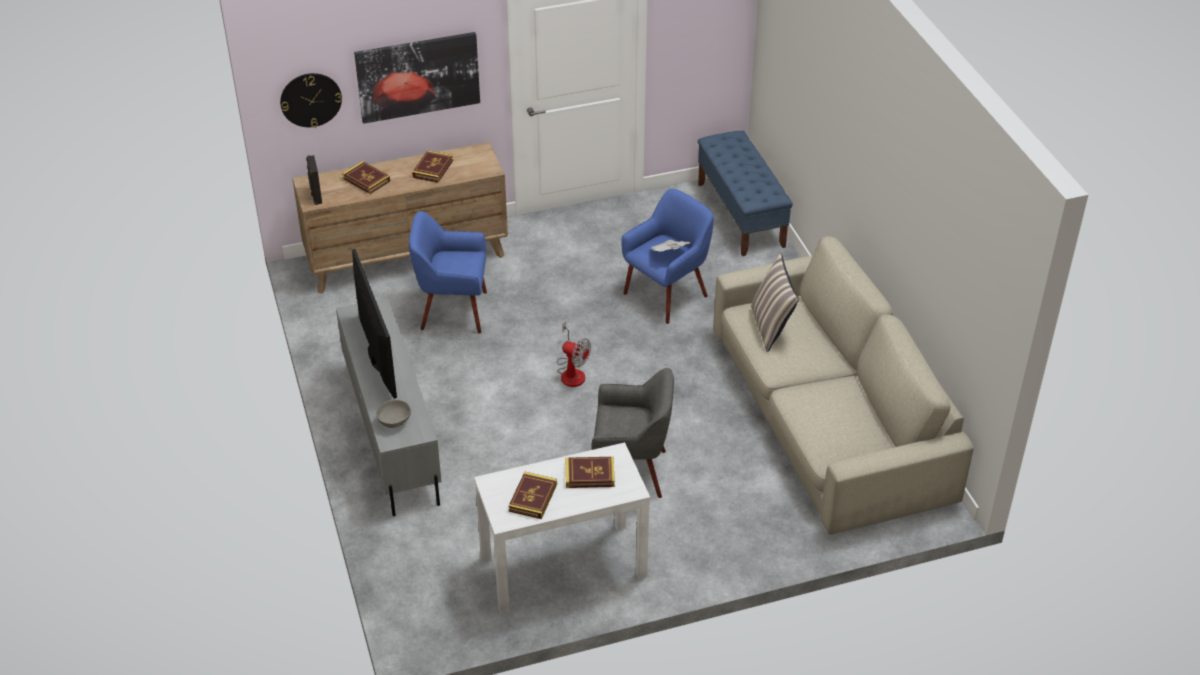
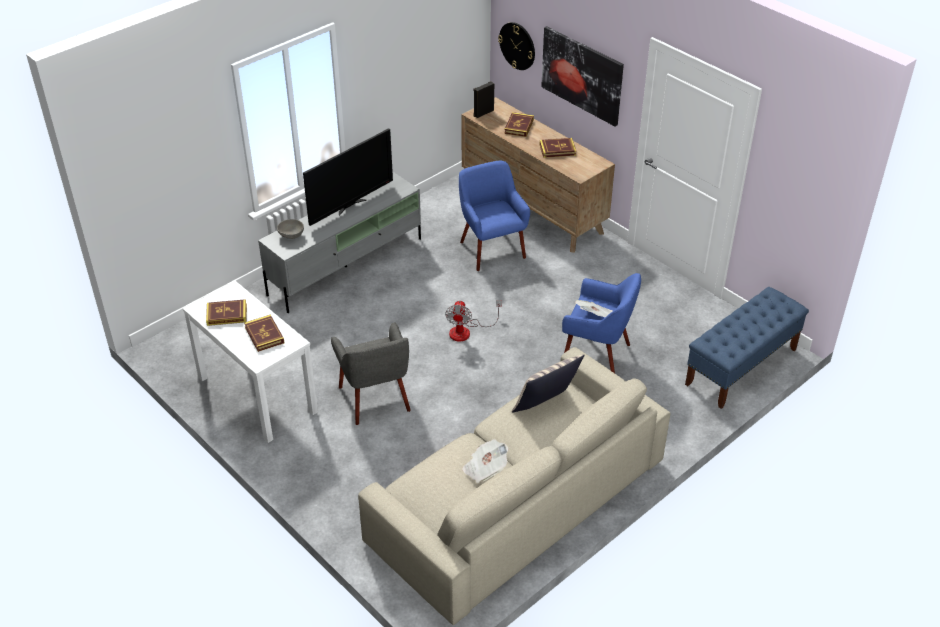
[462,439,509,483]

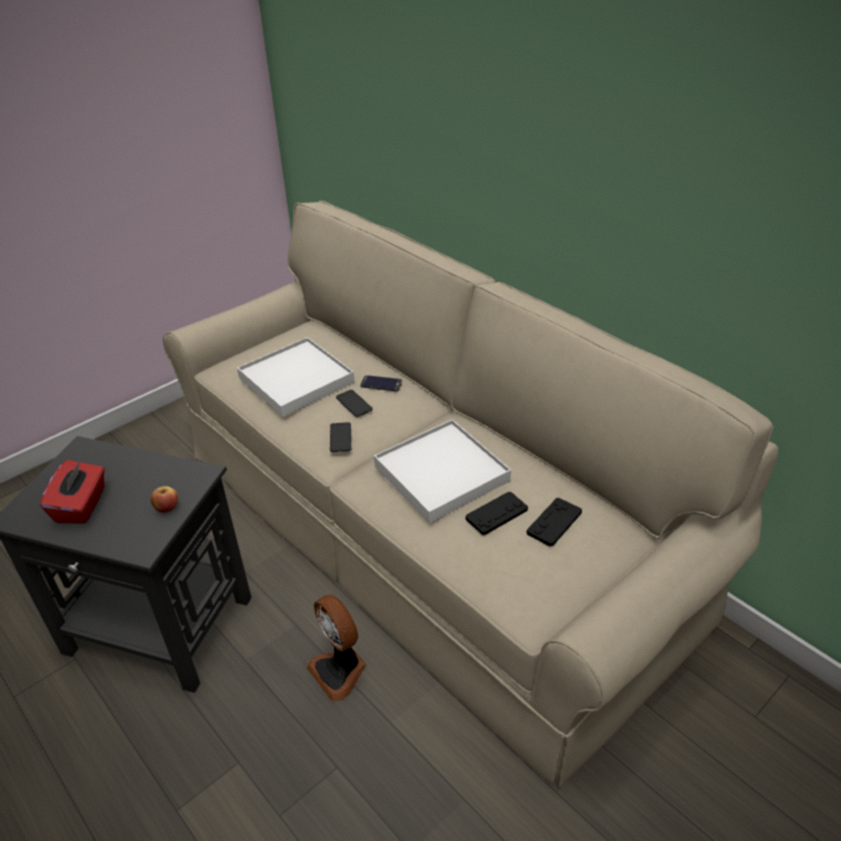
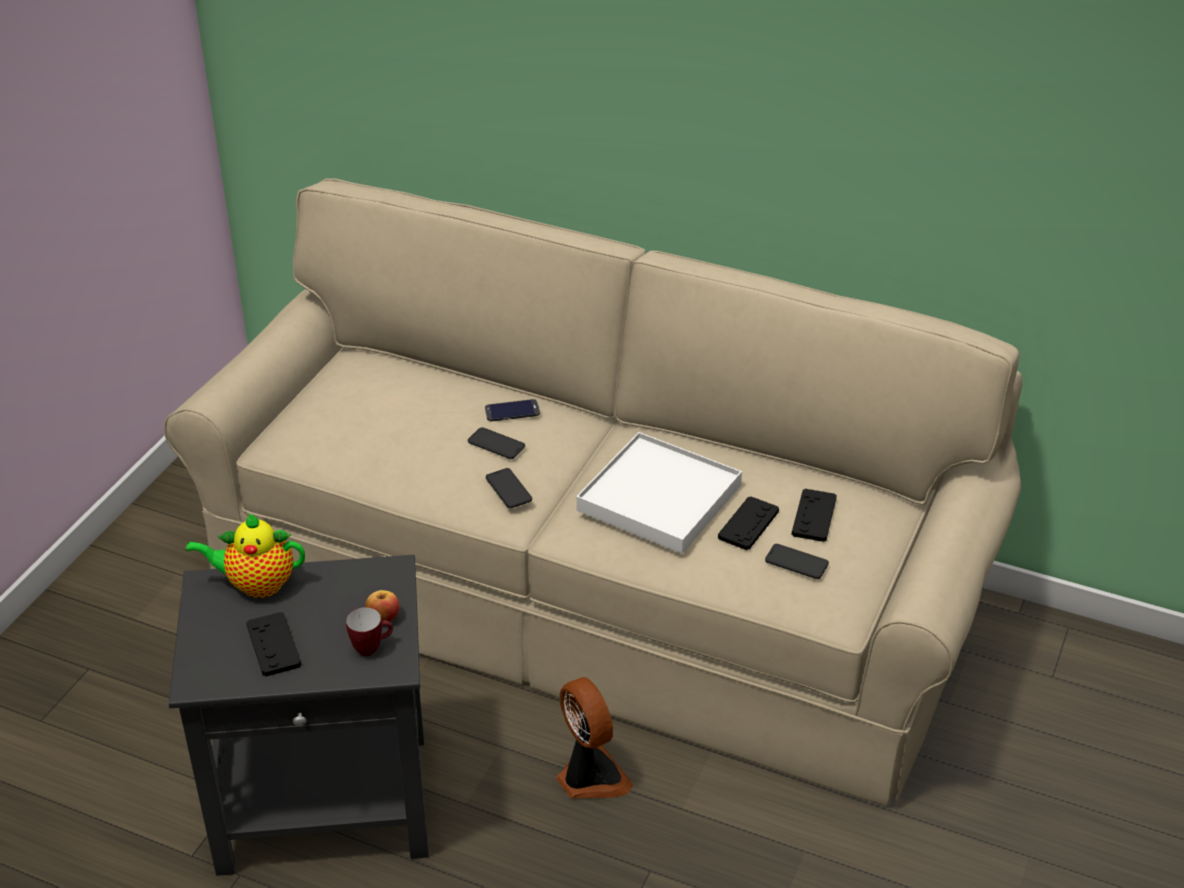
[246,612,302,677]
[237,337,355,417] (first image)
[556,677,633,798]
[185,513,305,598]
[346,607,393,656]
[765,544,829,579]

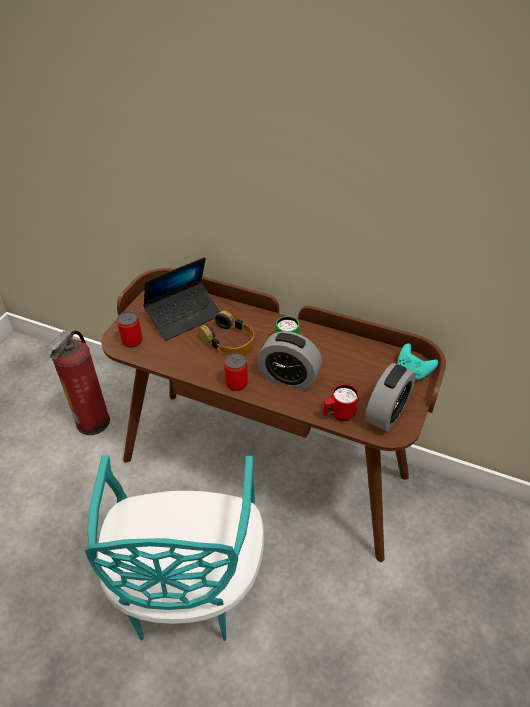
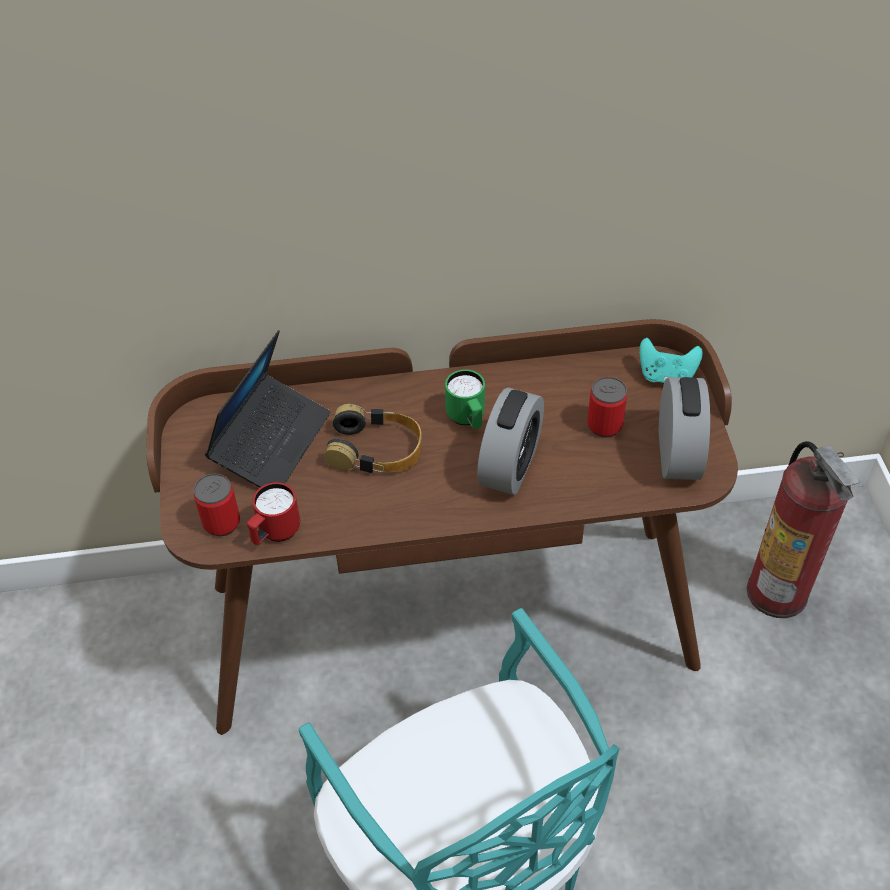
[747,441,860,618]
[587,377,627,437]
[477,388,544,495]
[247,482,300,545]

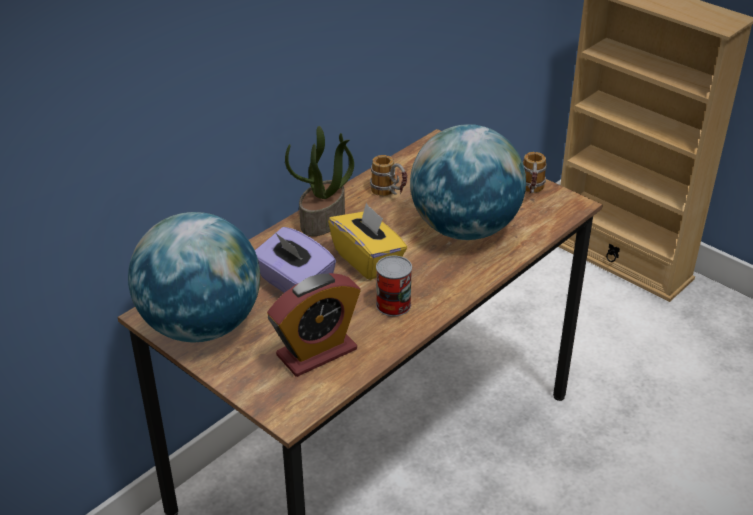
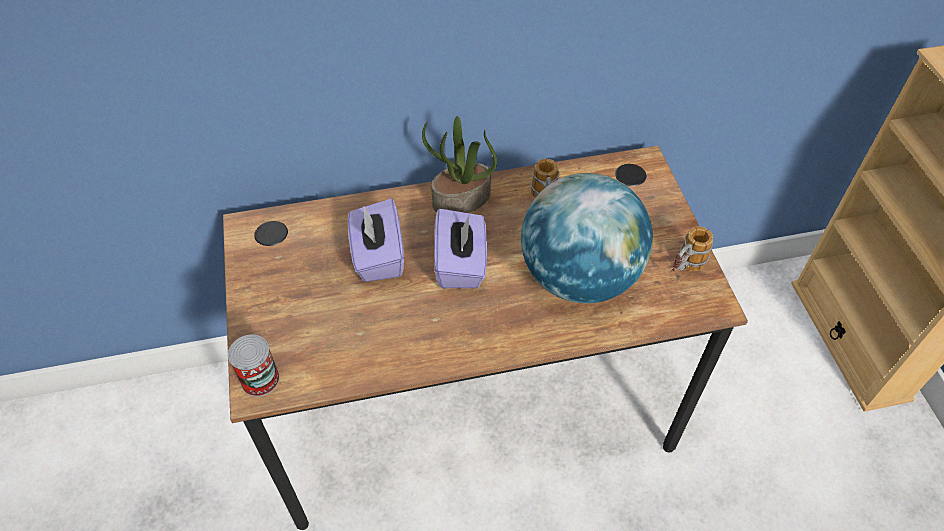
[128,212,260,343] (first image)
[267,273,361,377] (first image)
[434,209,487,288]
[228,334,280,397]

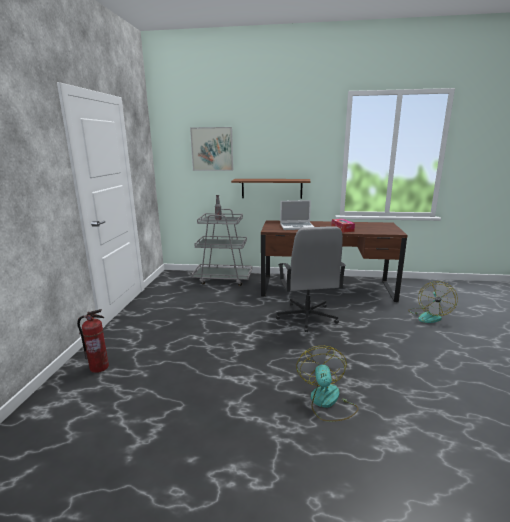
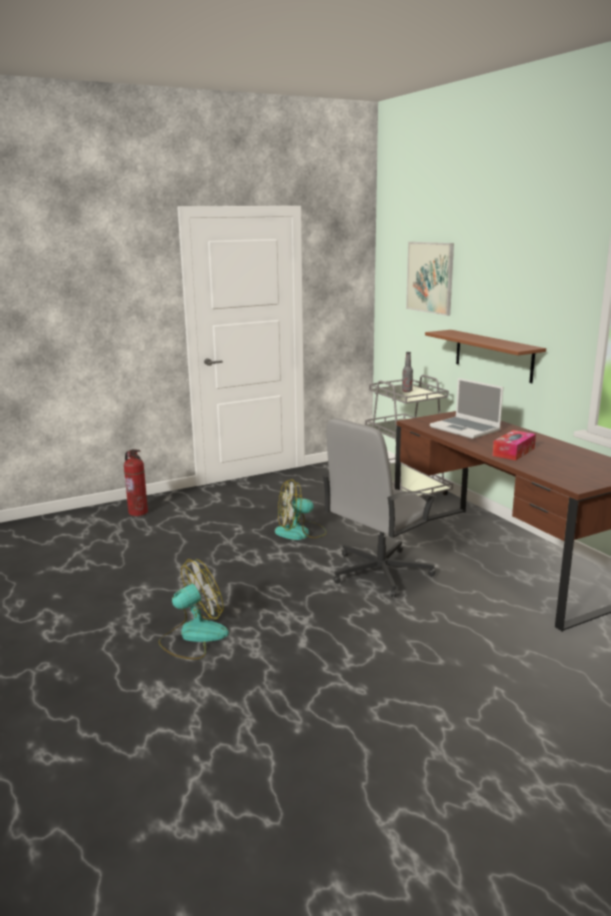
[275,479,327,540]

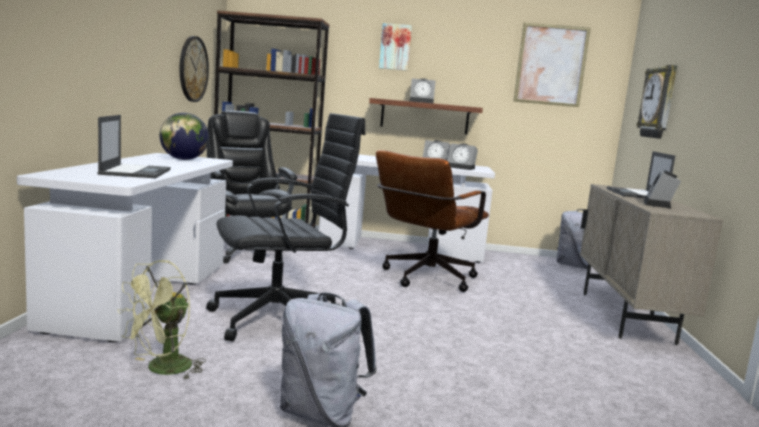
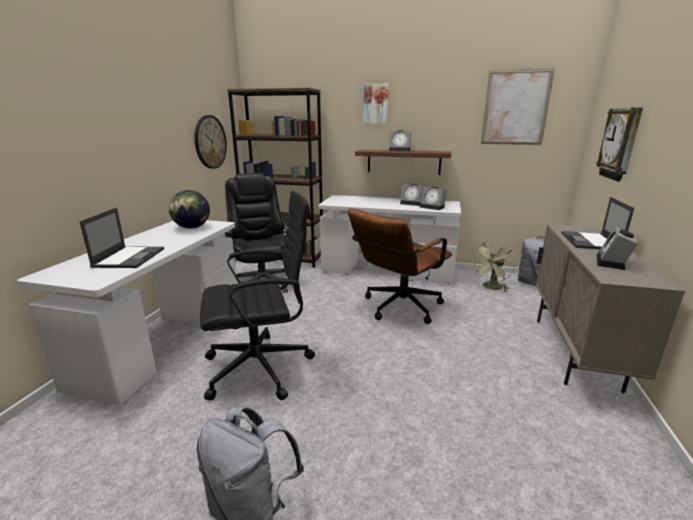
[471,240,515,292]

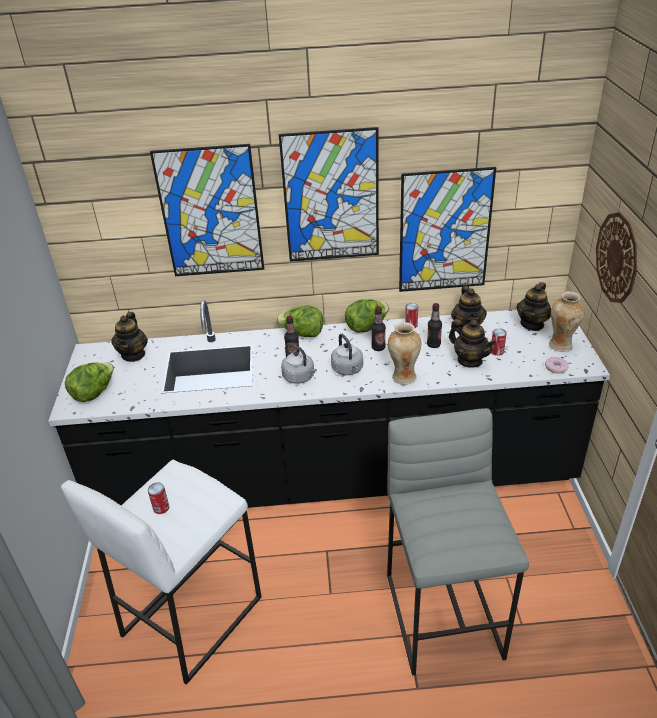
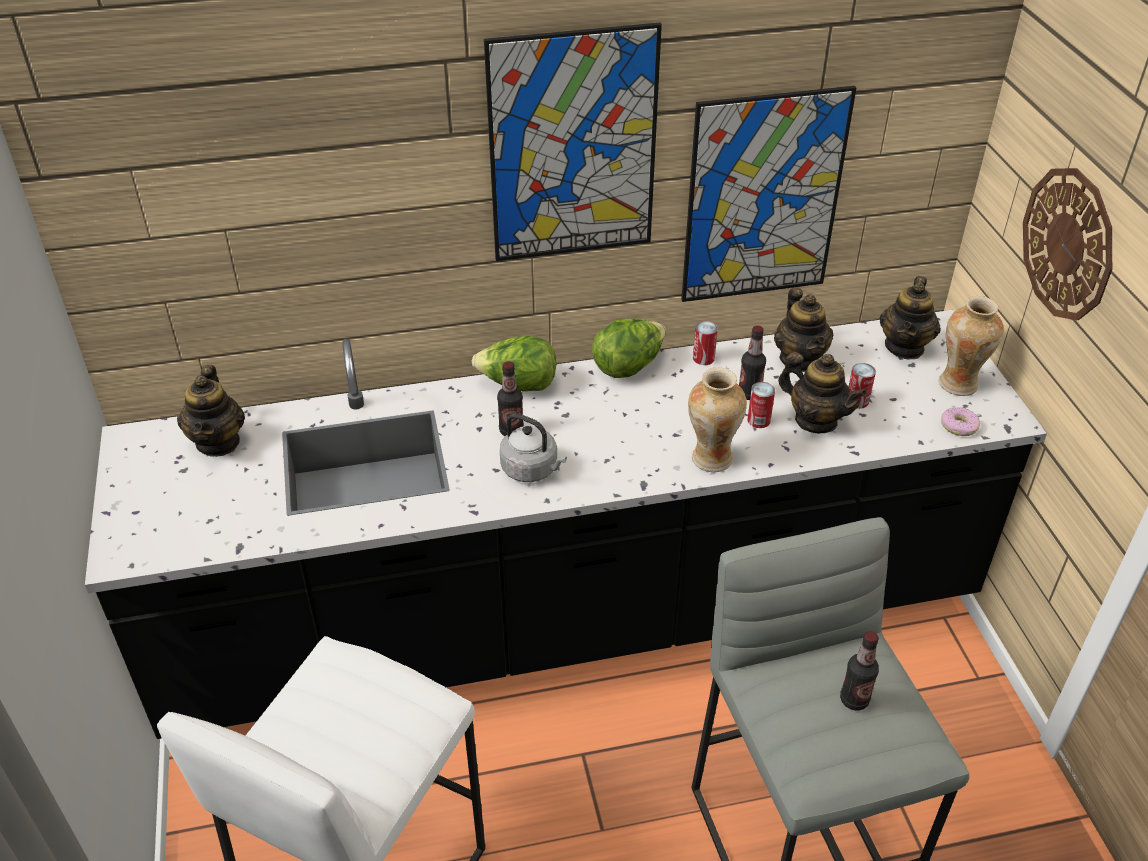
[65,362,114,402] (first image)
[747,382,775,428]
[150,144,264,276] (first image)
[331,334,363,375] (first image)
[840,631,879,710]

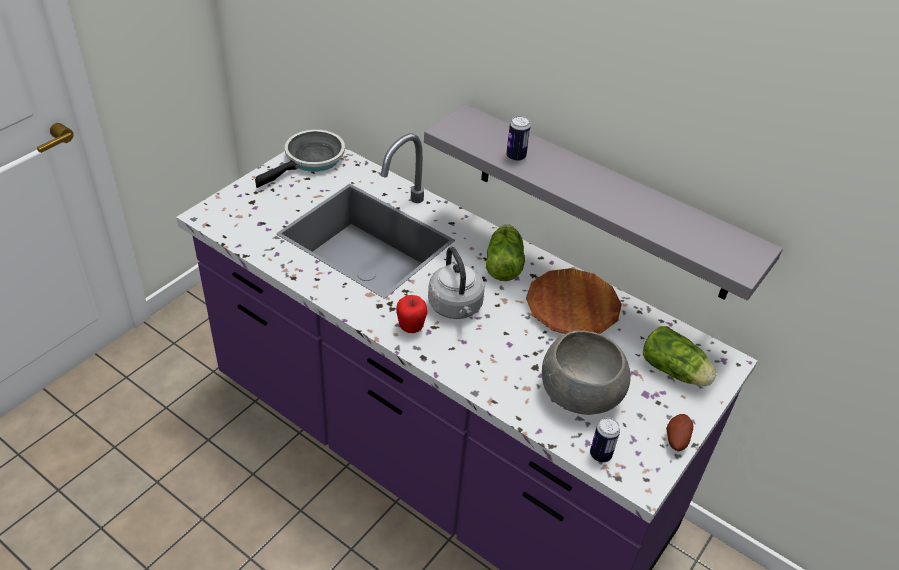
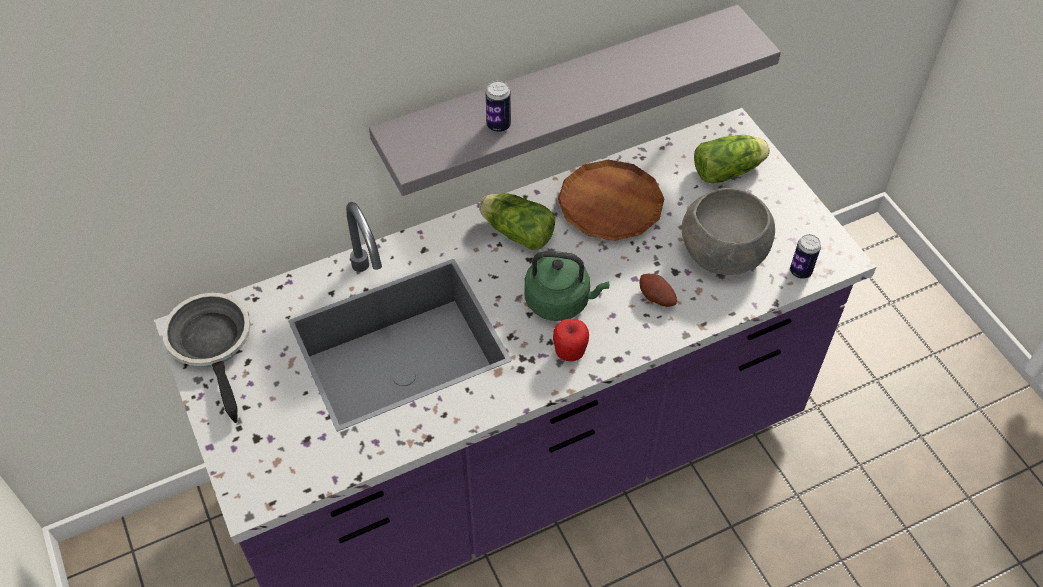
[524,251,609,321]
[639,273,677,307]

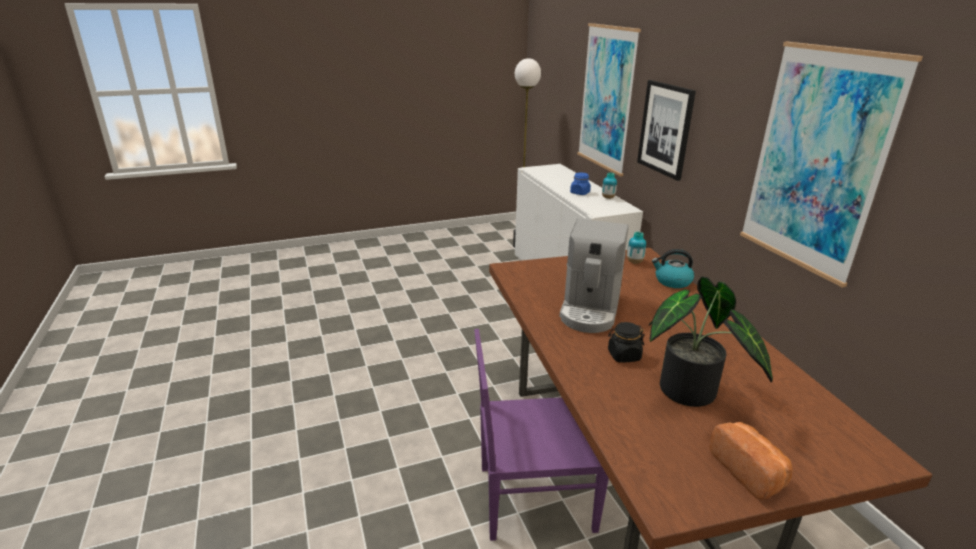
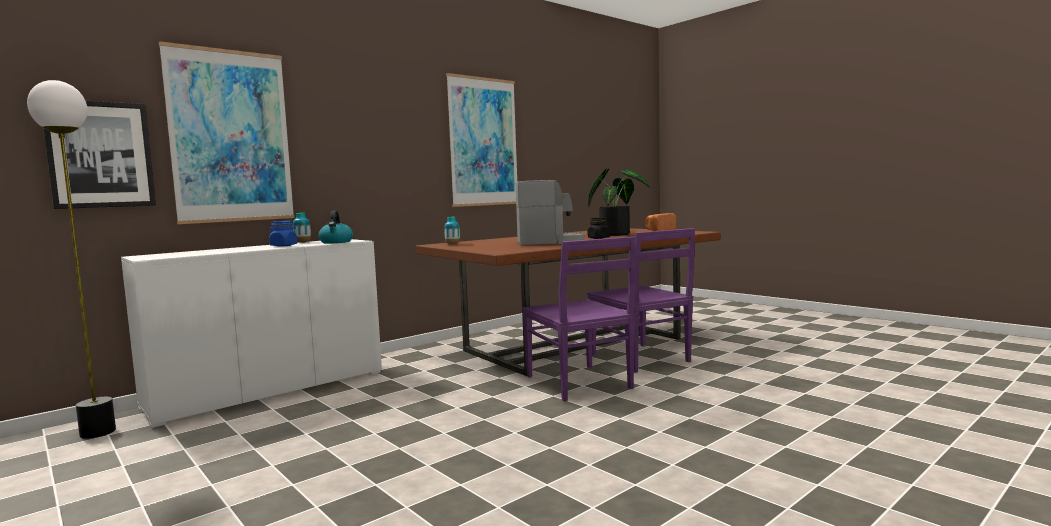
[43,101,156,209]
[318,211,353,243]
[522,236,636,401]

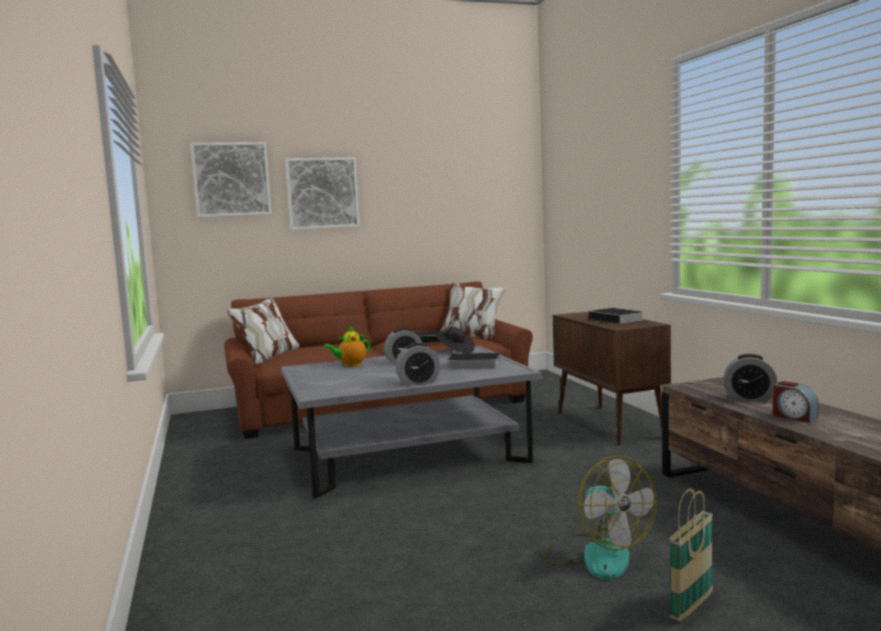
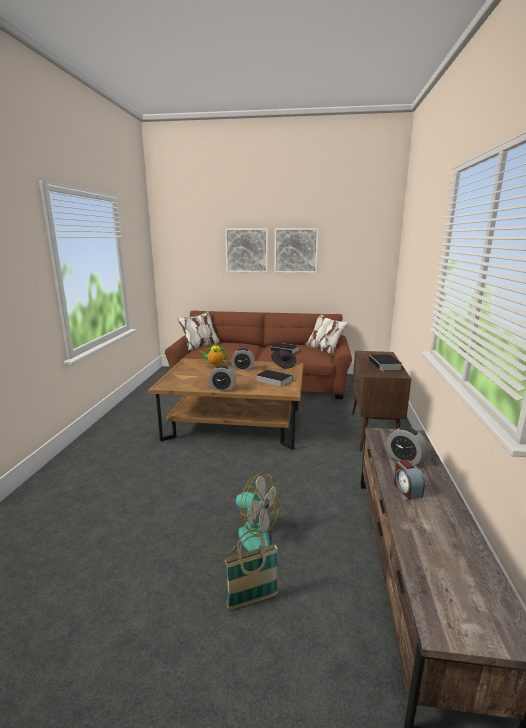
[274,228,319,273]
[149,359,304,450]
[214,472,280,555]

